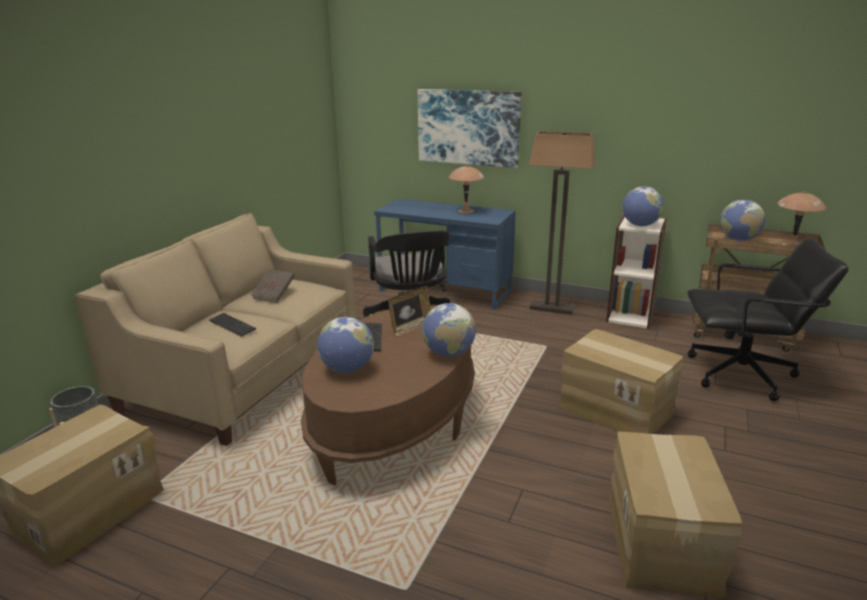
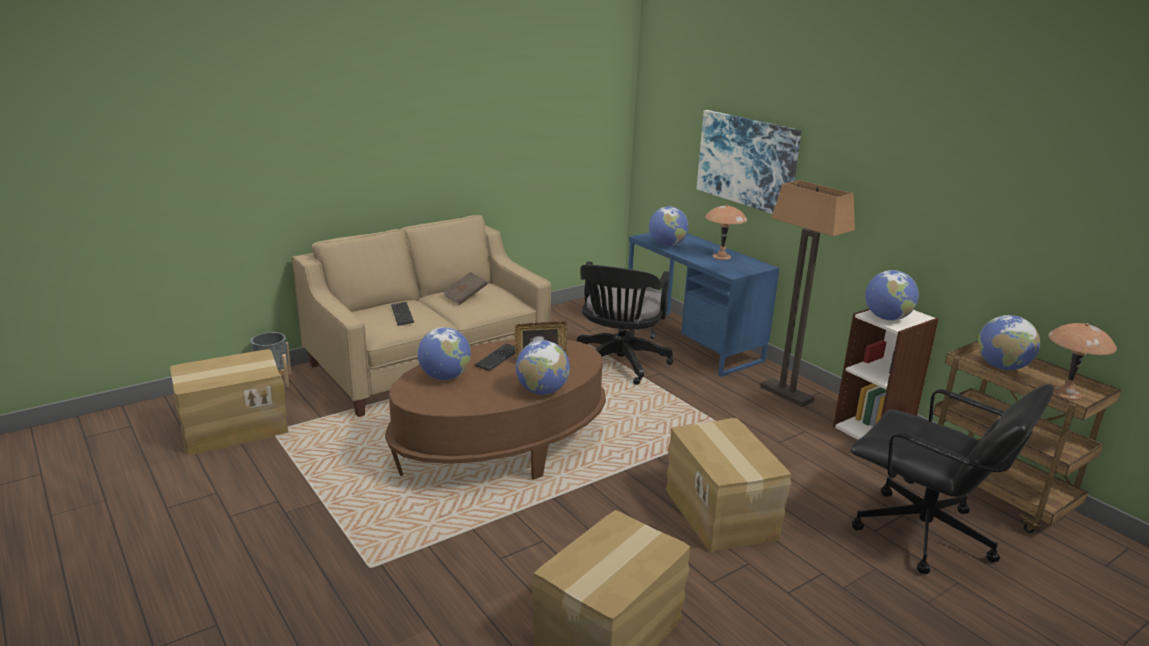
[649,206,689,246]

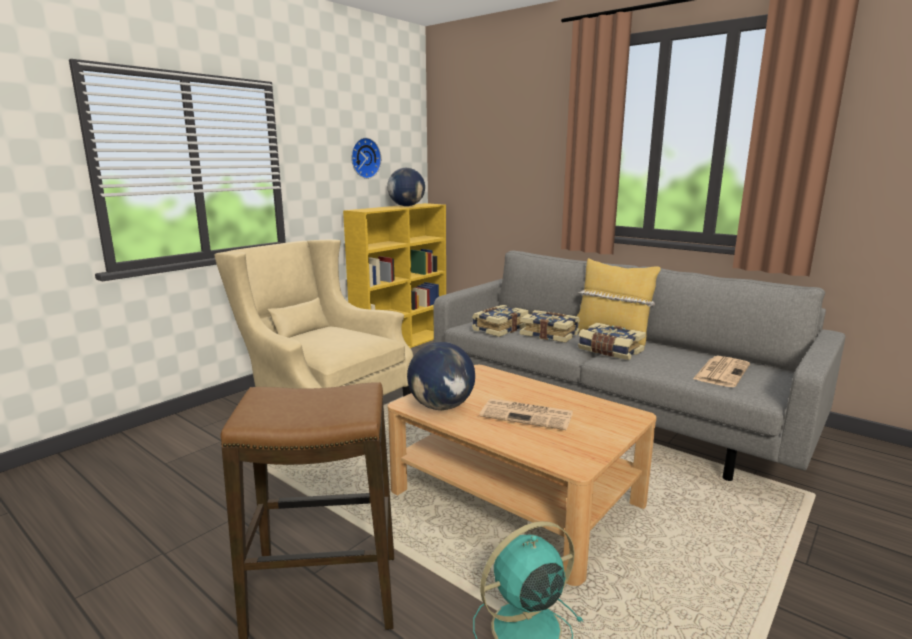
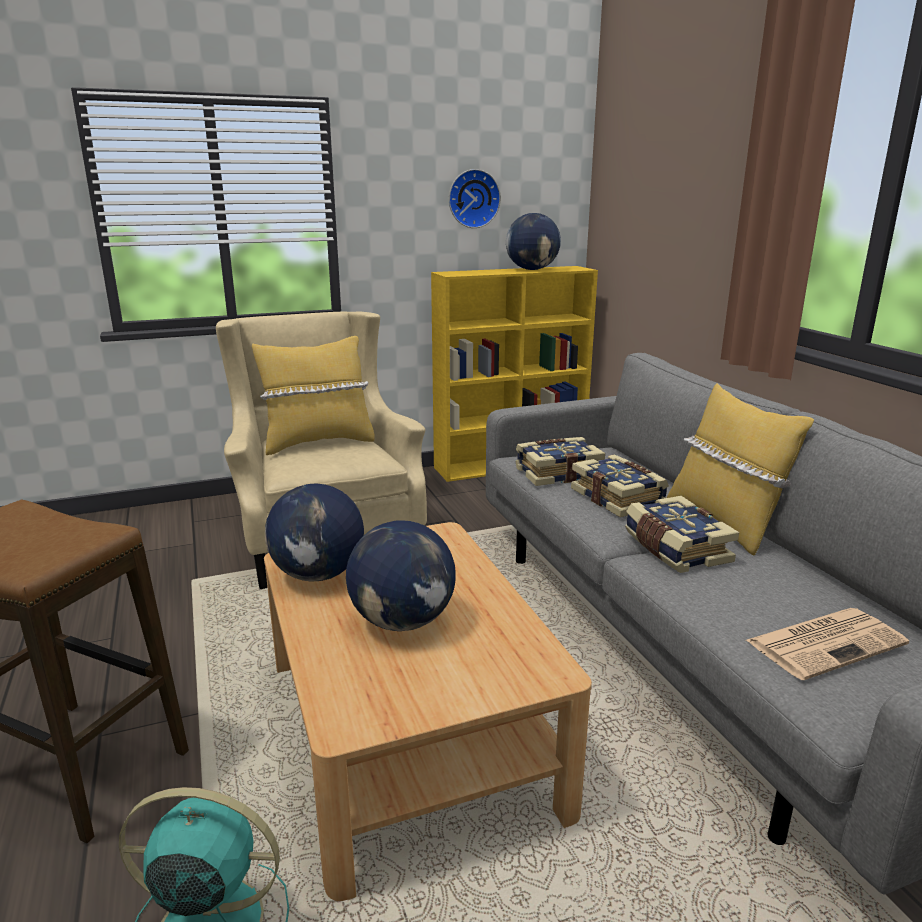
[346,521,456,631]
[252,336,375,455]

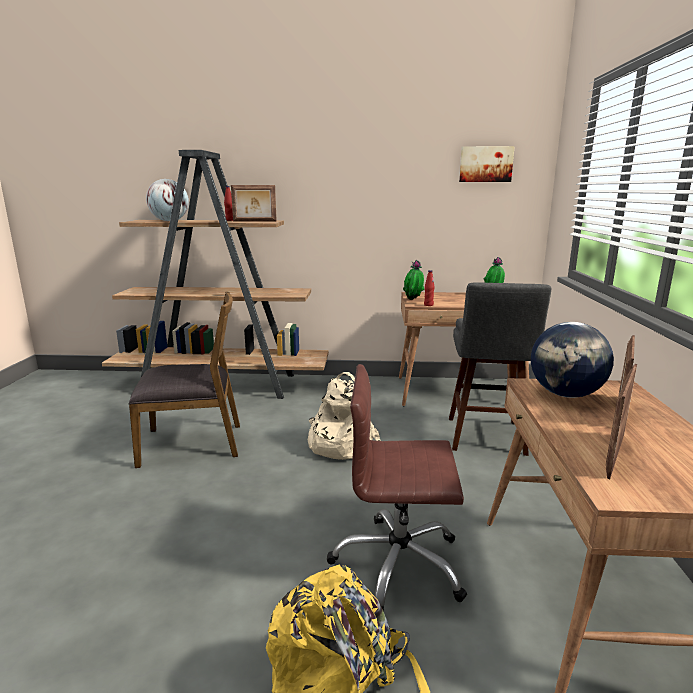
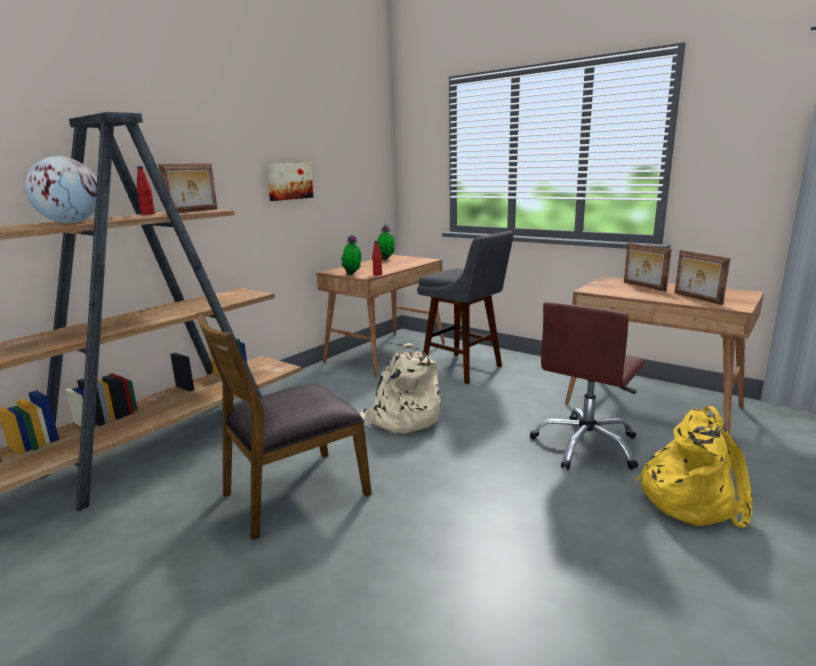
[196,312,372,540]
[266,163,314,201]
[531,322,614,398] (first image)

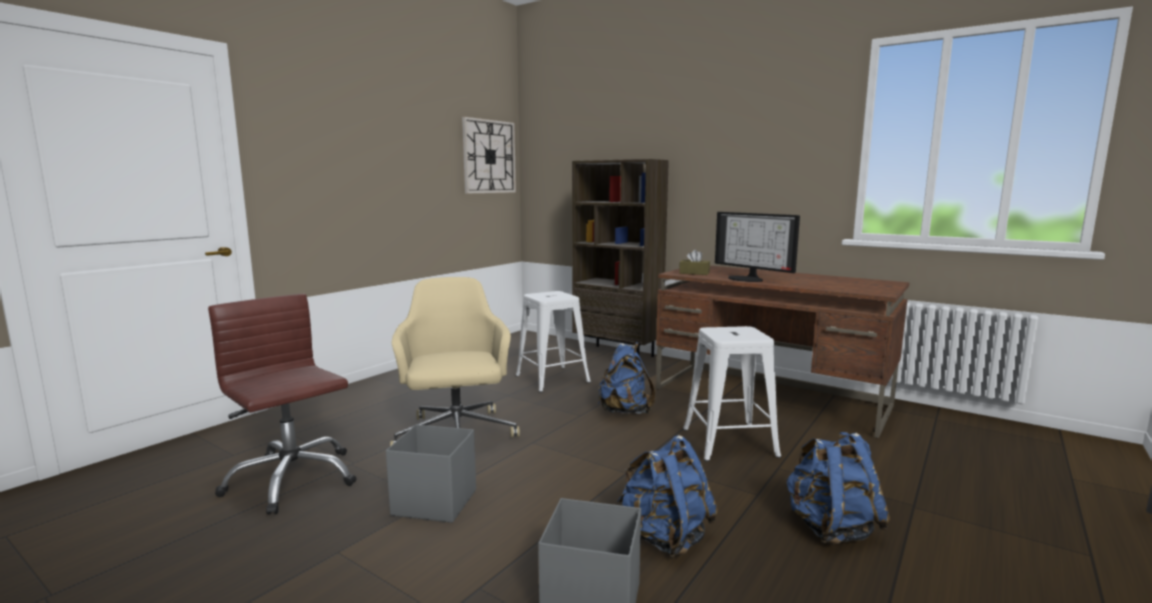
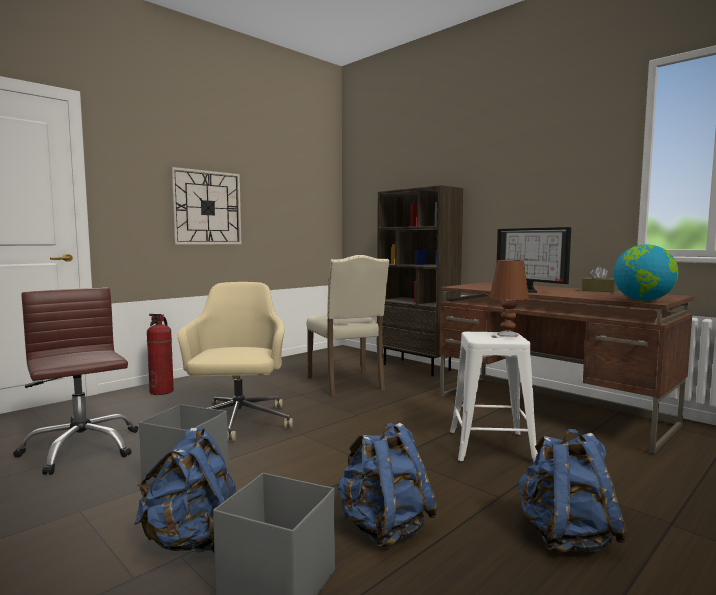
[170,167,241,245]
[307,255,389,396]
[134,427,236,552]
[582,266,616,292]
[147,314,174,395]
[490,260,529,337]
[613,245,678,301]

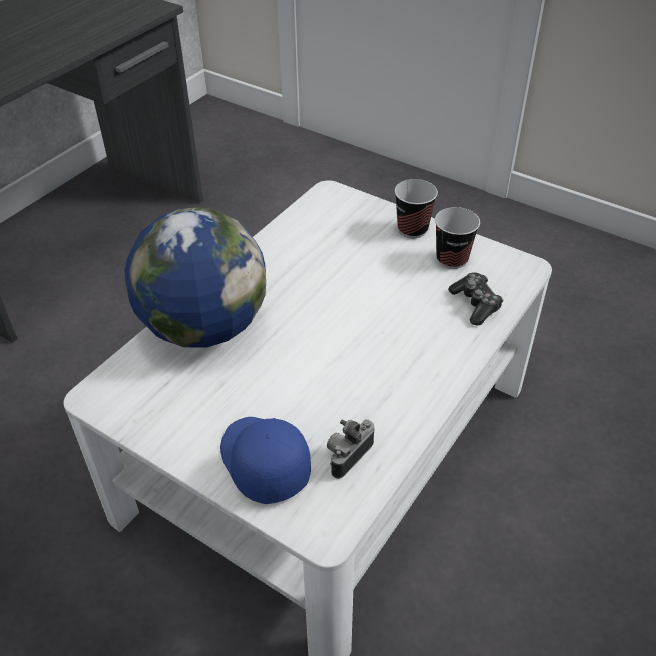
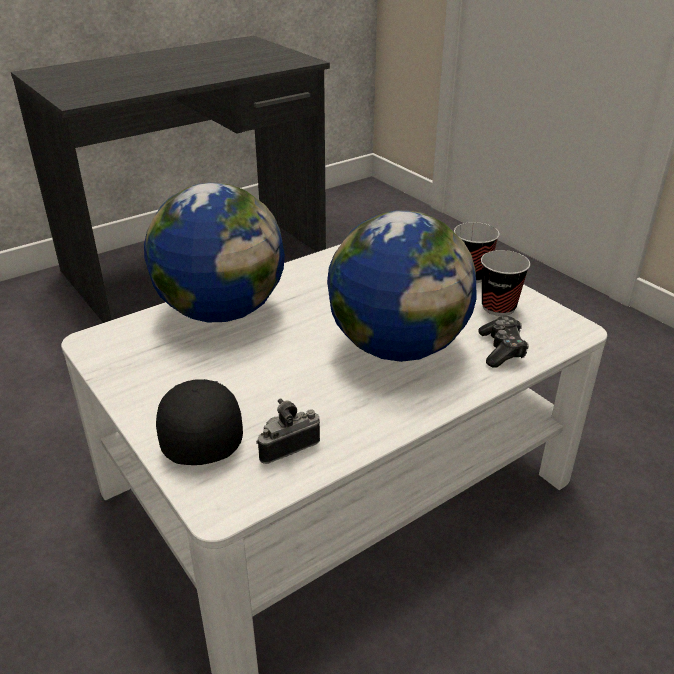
[156,379,243,465]
[327,211,476,362]

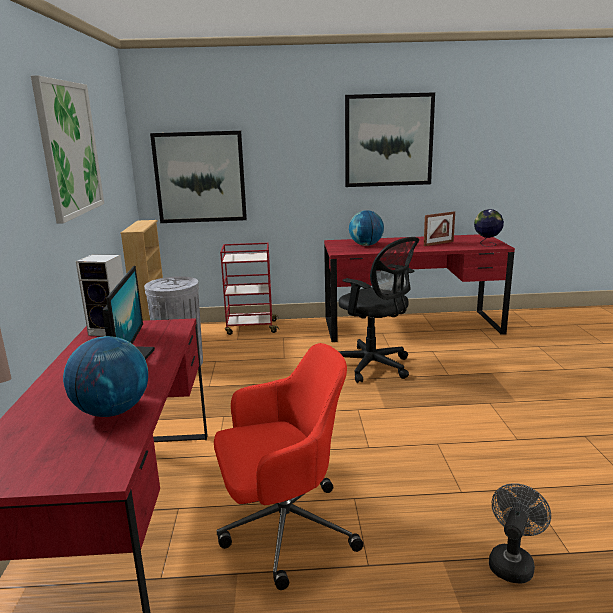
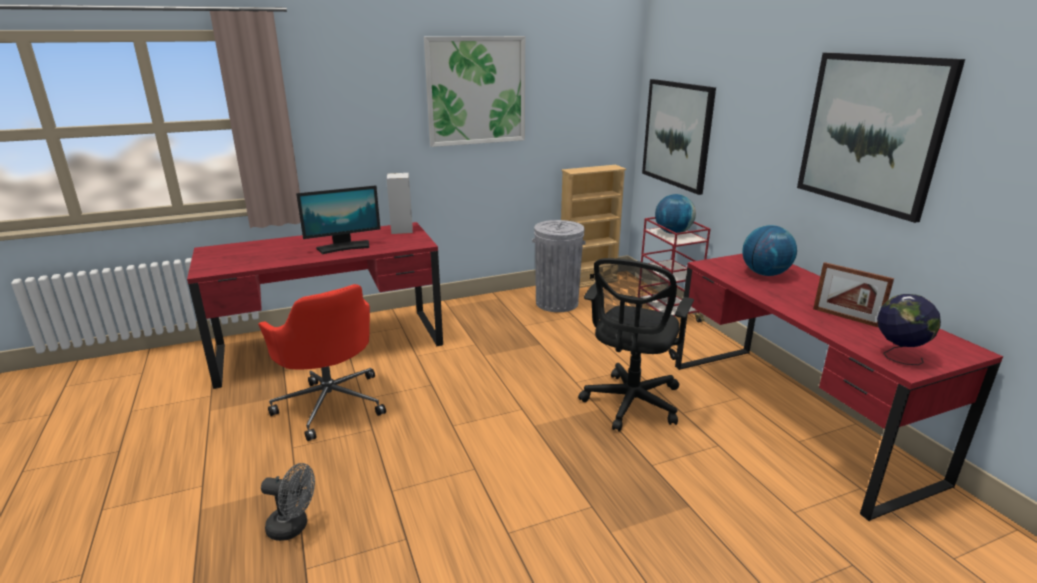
[655,194,696,234]

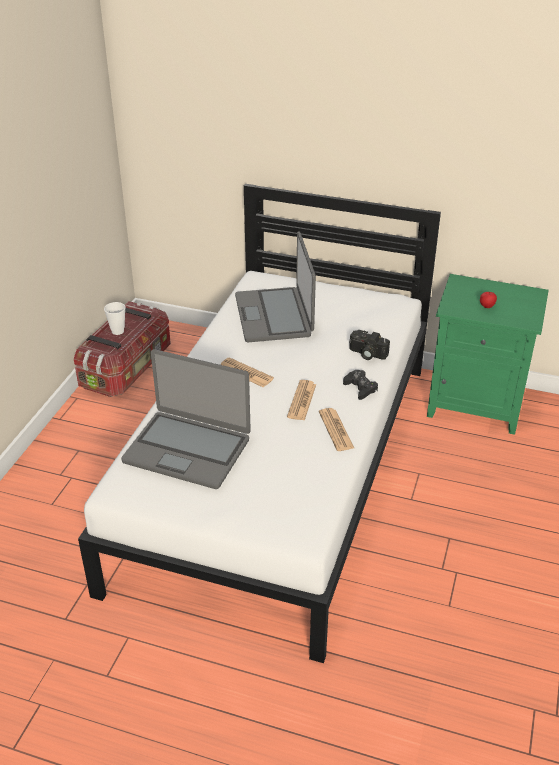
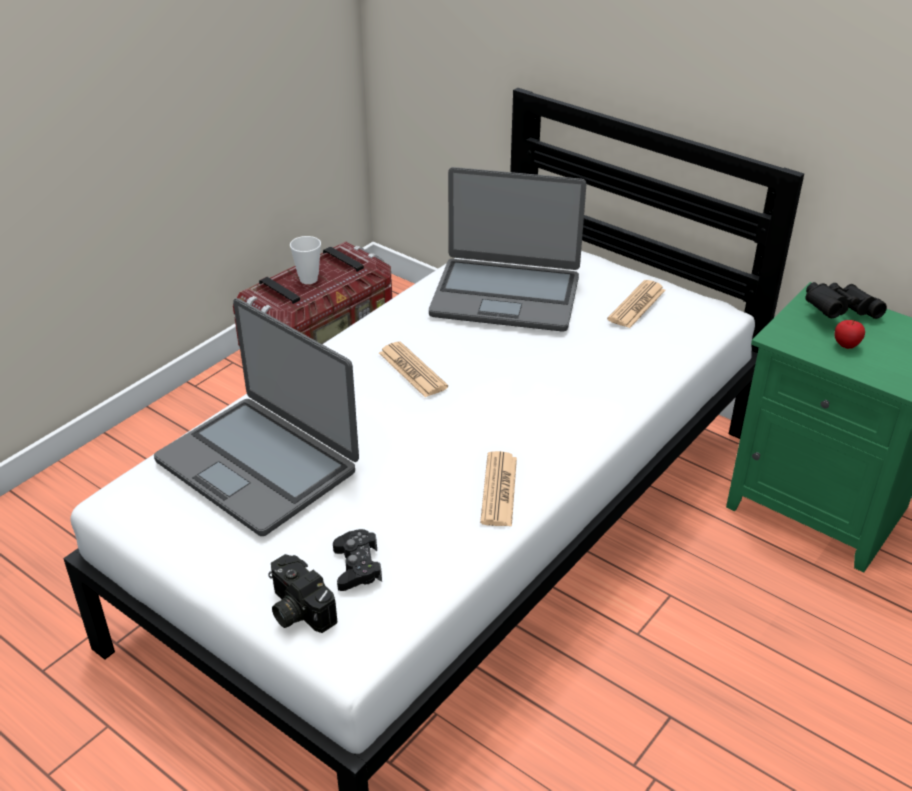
[429,167,586,332]
[607,280,665,328]
[333,529,382,591]
[268,554,337,633]
[805,282,887,319]

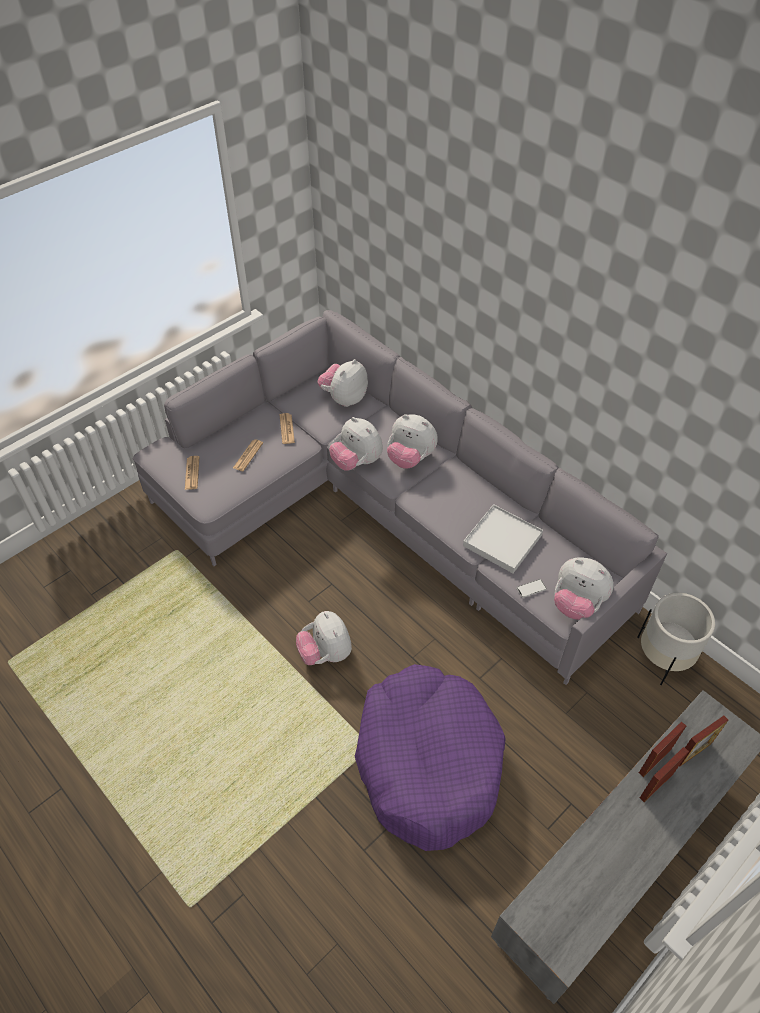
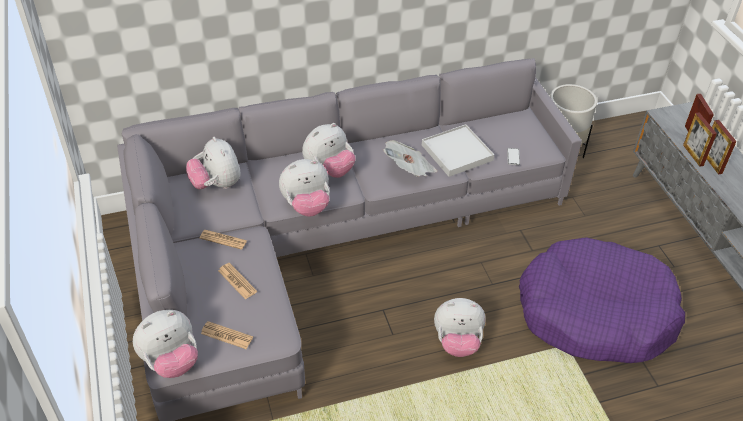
[133,310,198,378]
[383,140,437,177]

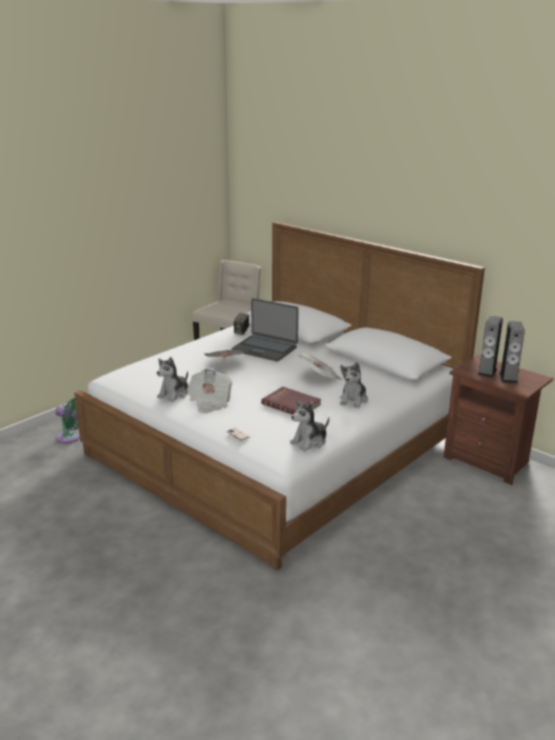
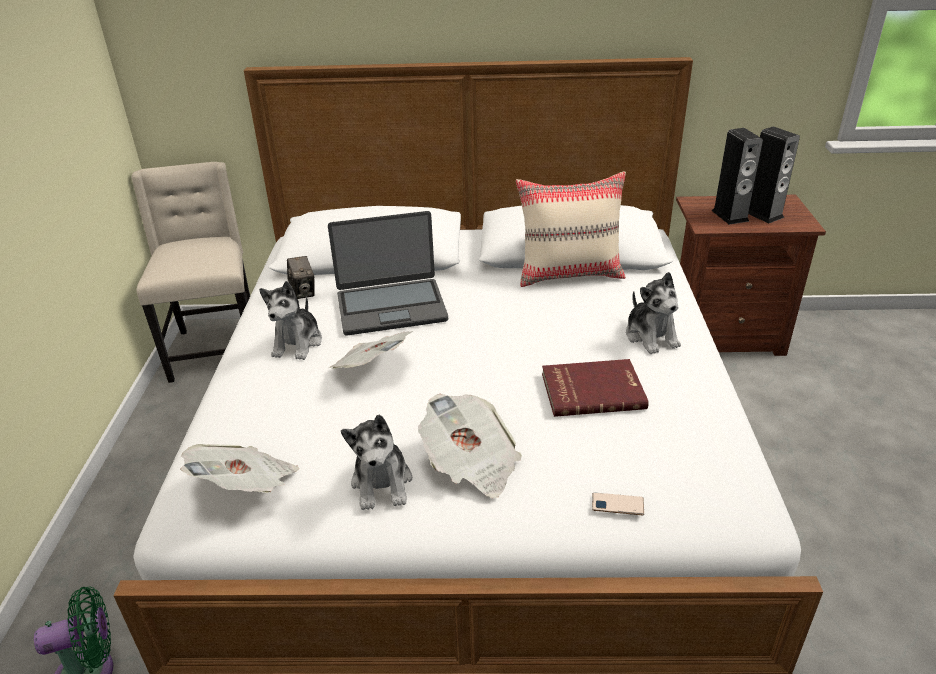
[259,281,322,360]
[180,444,299,493]
[516,172,626,287]

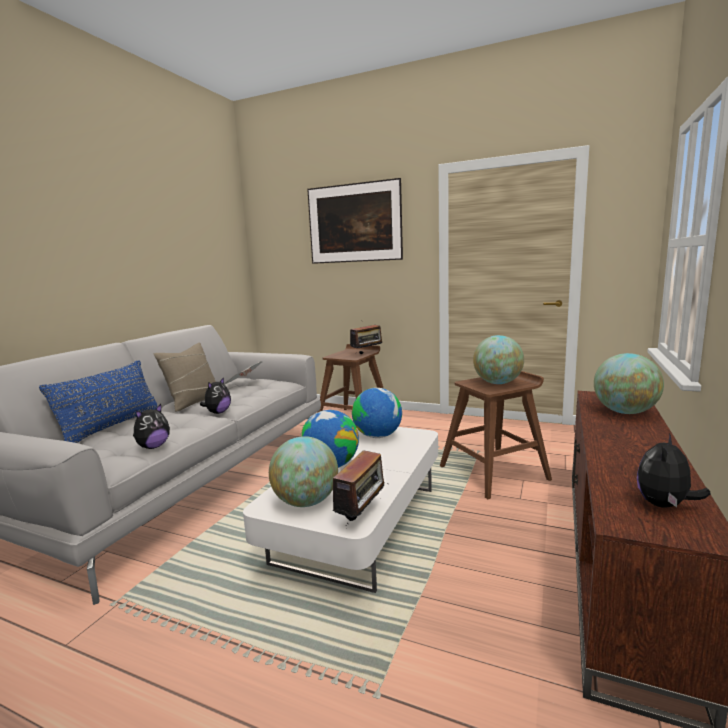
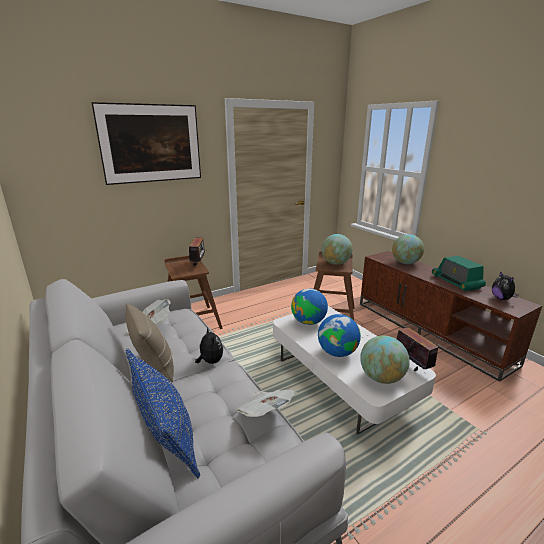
[236,389,297,417]
[432,256,486,291]

